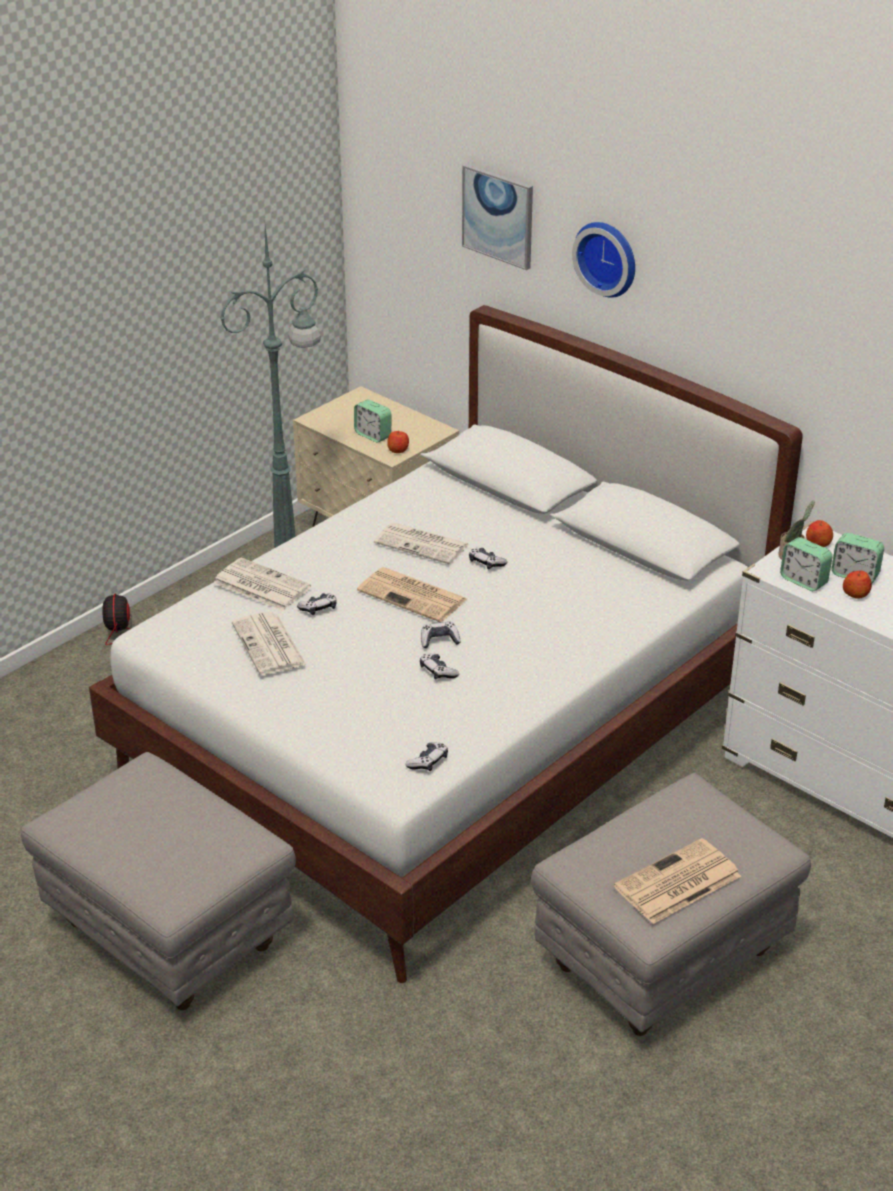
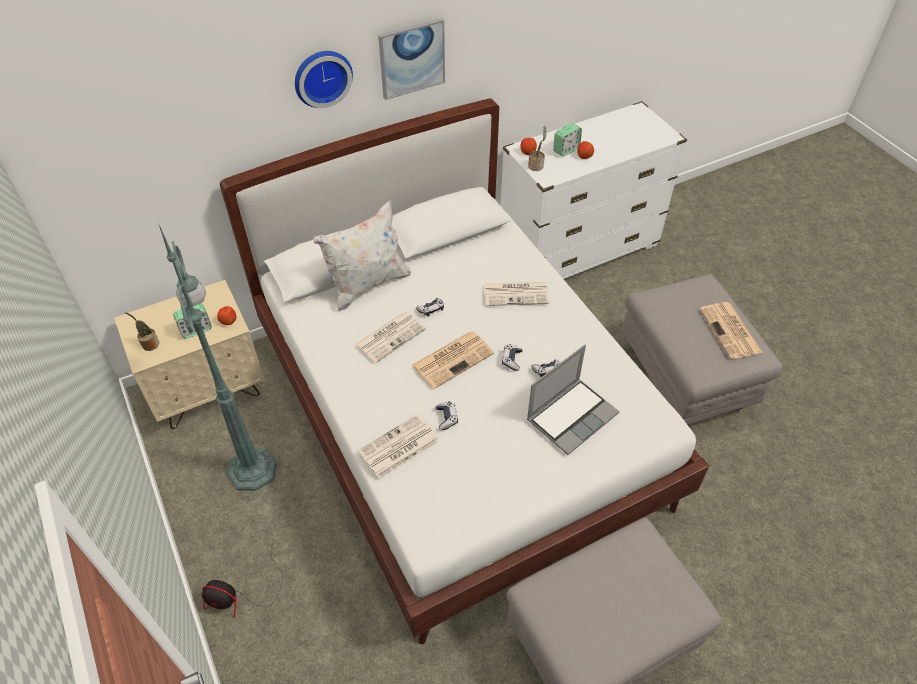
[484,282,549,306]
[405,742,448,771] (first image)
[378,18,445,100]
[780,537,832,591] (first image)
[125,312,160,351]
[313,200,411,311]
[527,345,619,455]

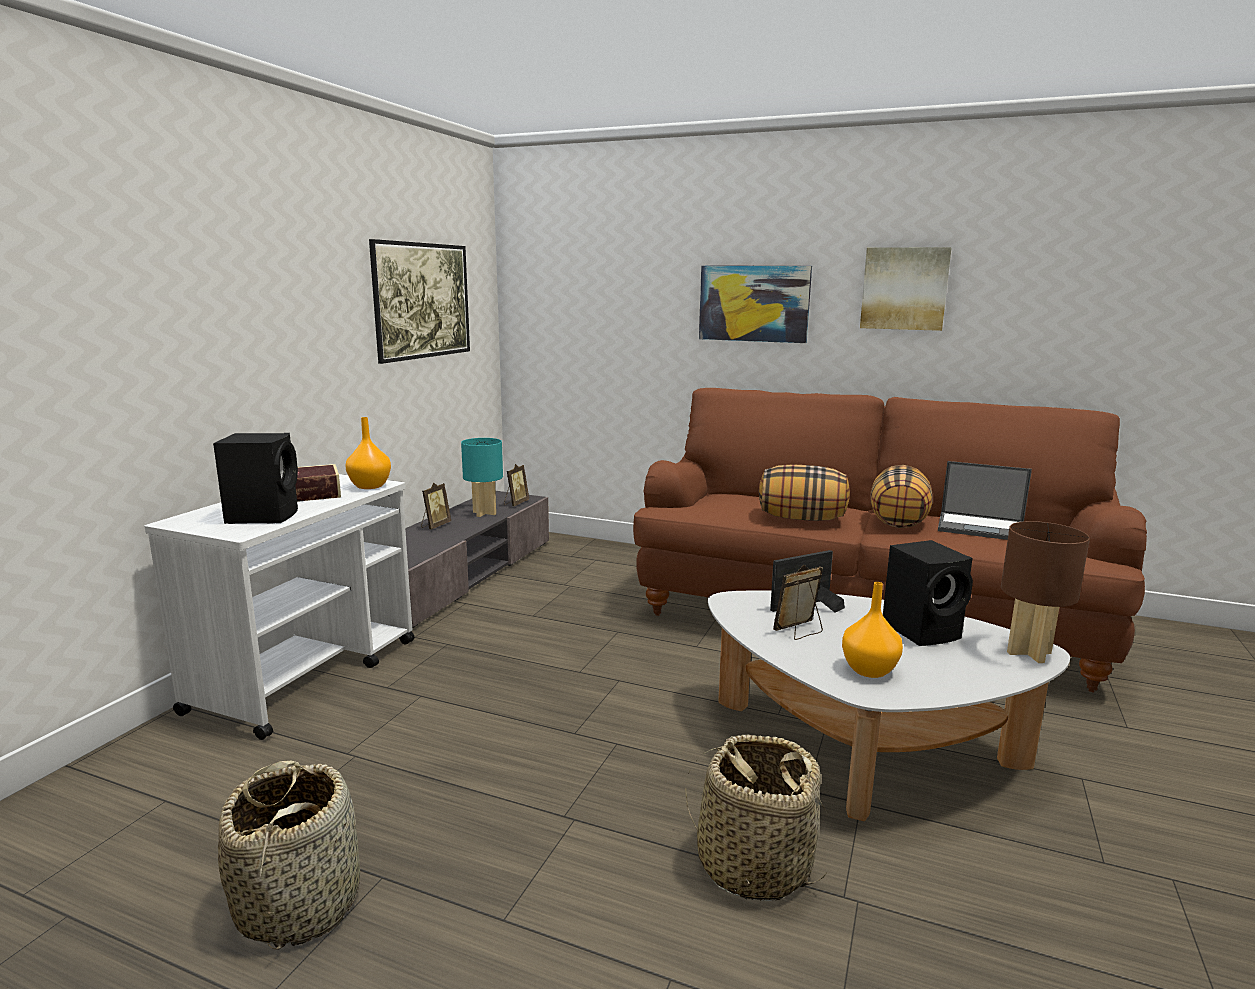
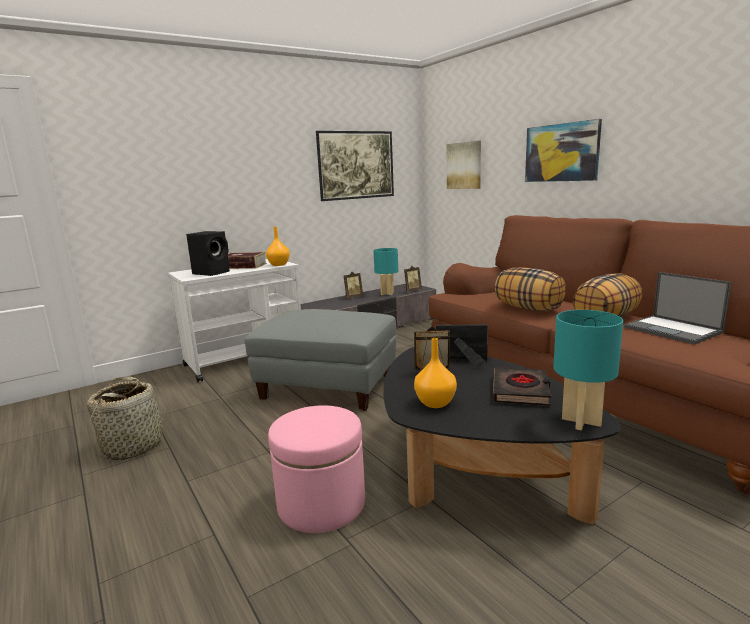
[268,405,365,533]
[383,347,621,524]
[446,141,481,189]
[493,367,551,406]
[553,310,623,430]
[245,309,396,411]

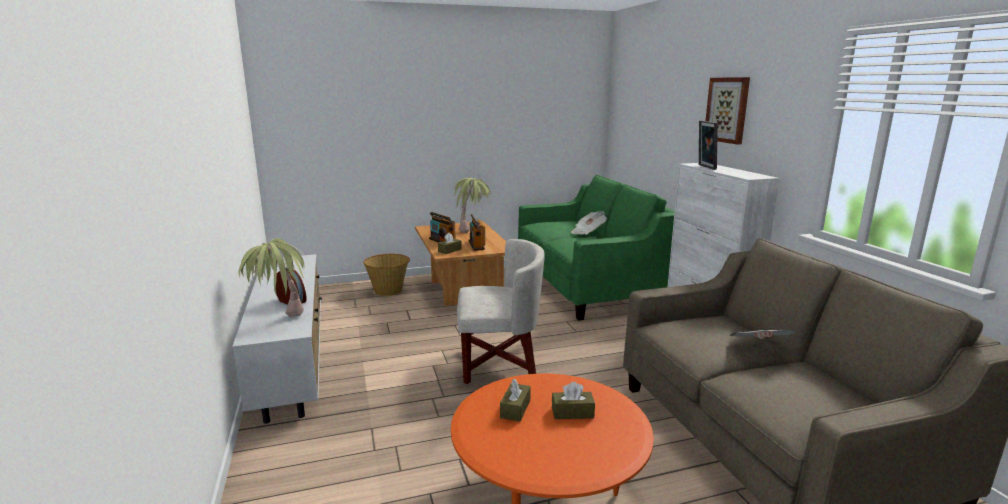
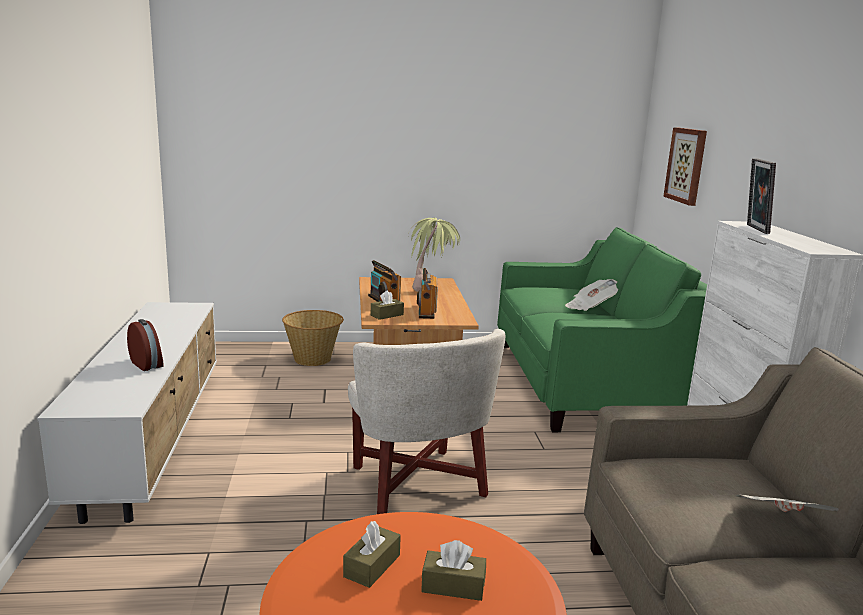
[239,238,308,317] (first image)
[348,329,505,514]
[663,127,707,206]

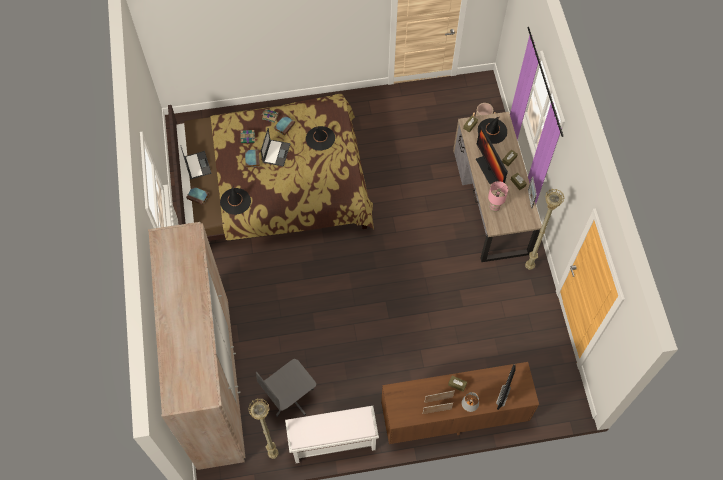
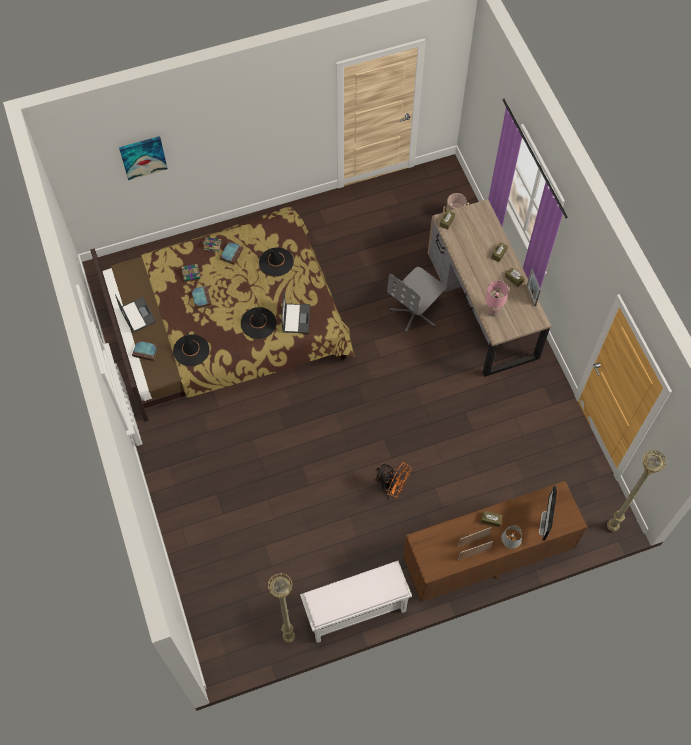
[148,222,245,470] (first image)
[387,267,446,333]
[281,291,310,333]
[476,126,508,184] (first image)
[241,307,276,339]
[607,450,667,532]
[119,136,168,180]
[375,462,412,499]

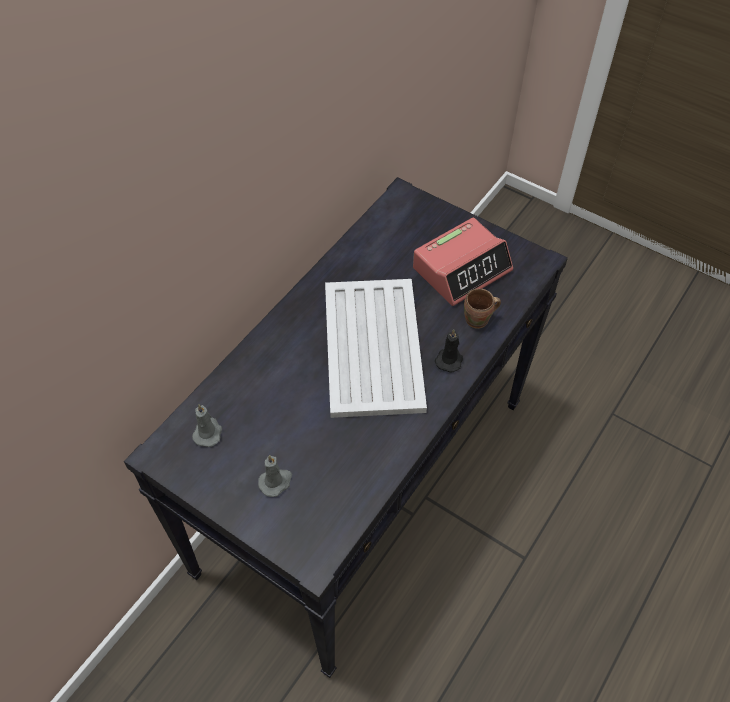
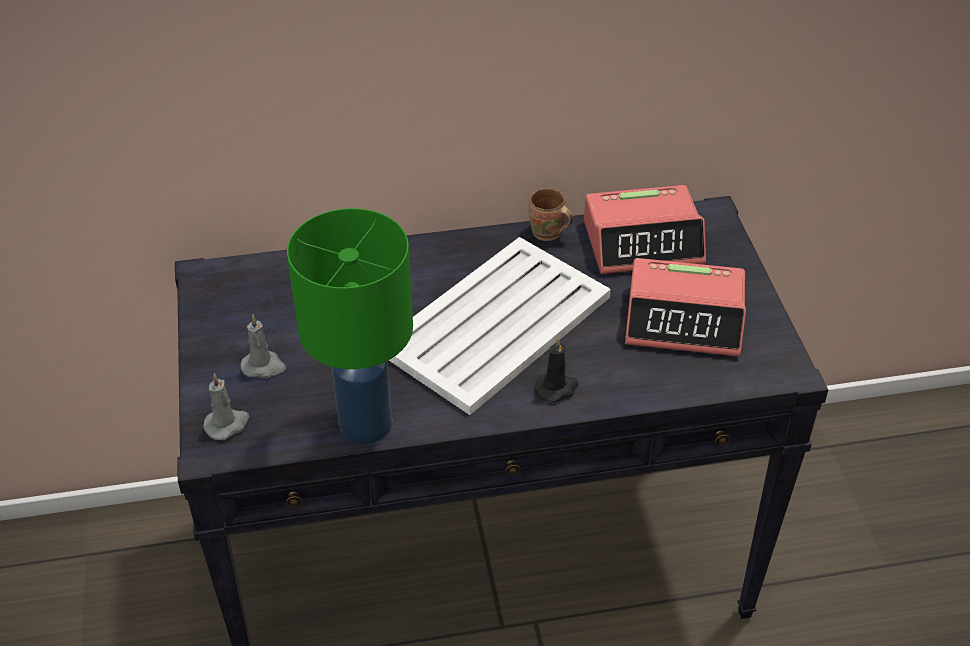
[203,373,249,440]
[529,188,573,241]
[287,208,413,444]
[584,185,706,274]

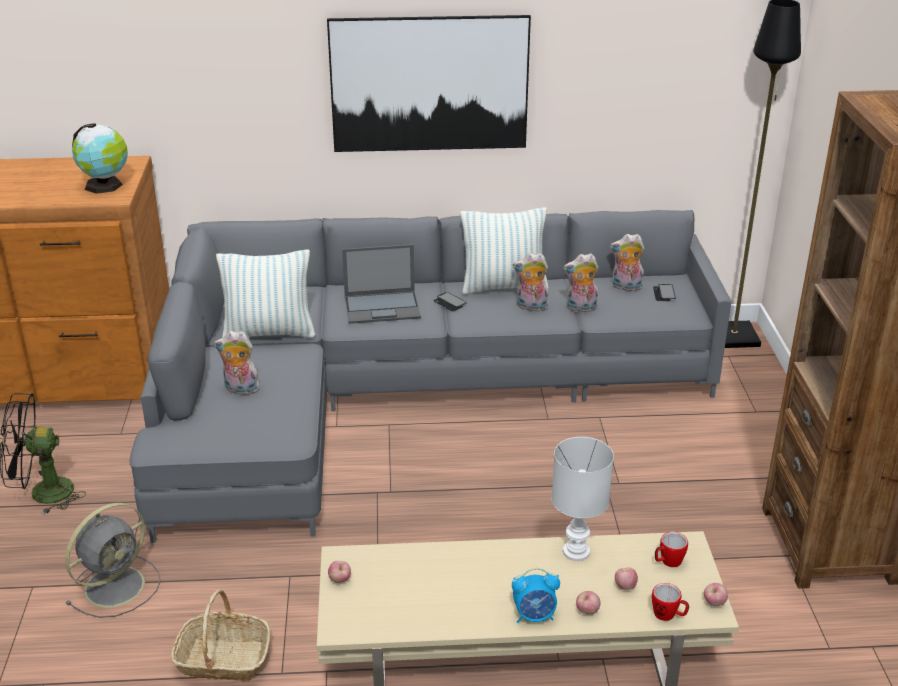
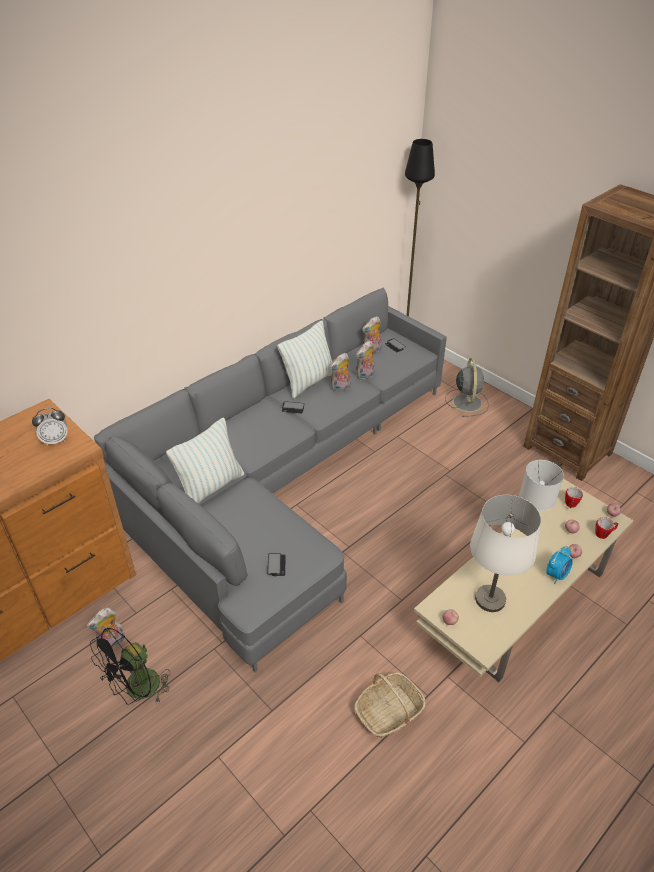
[445,358,489,417]
[32,408,68,446]
[86,608,125,646]
[327,15,531,152] (first image)
[342,244,421,324] (first image)
[267,553,286,576]
[470,495,541,612]

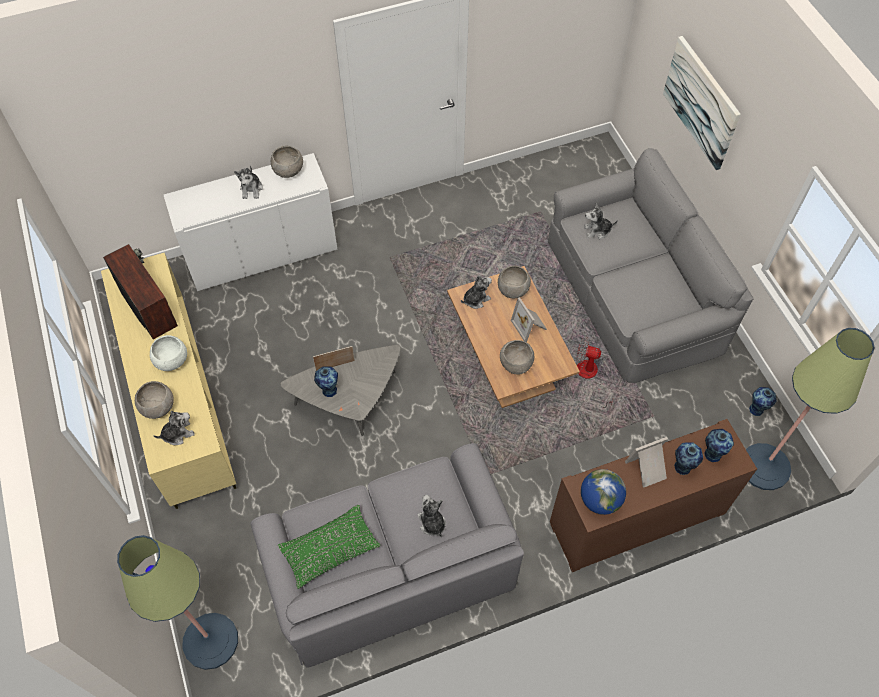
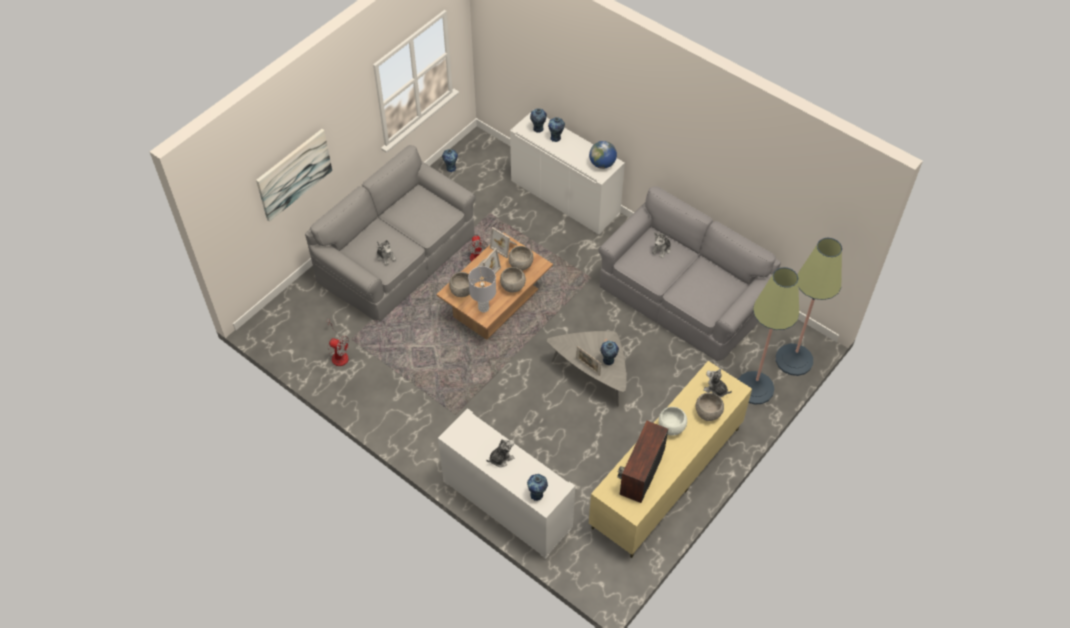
[500,267,526,293]
[278,504,380,589] (first image)
[468,266,496,313]
[510,112,625,235]
[490,227,517,258]
[738,267,799,405]
[327,318,349,366]
[527,474,548,501]

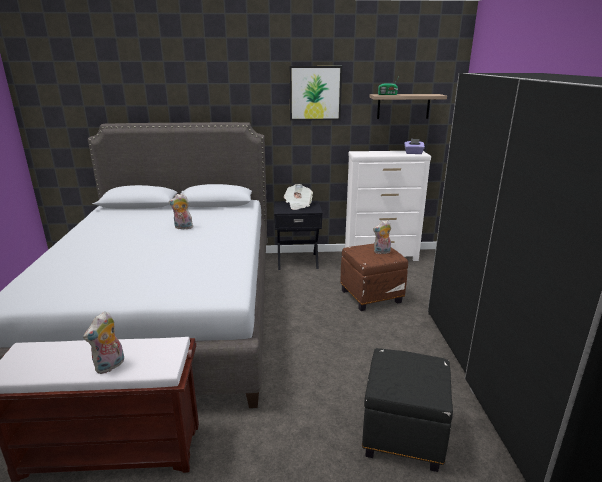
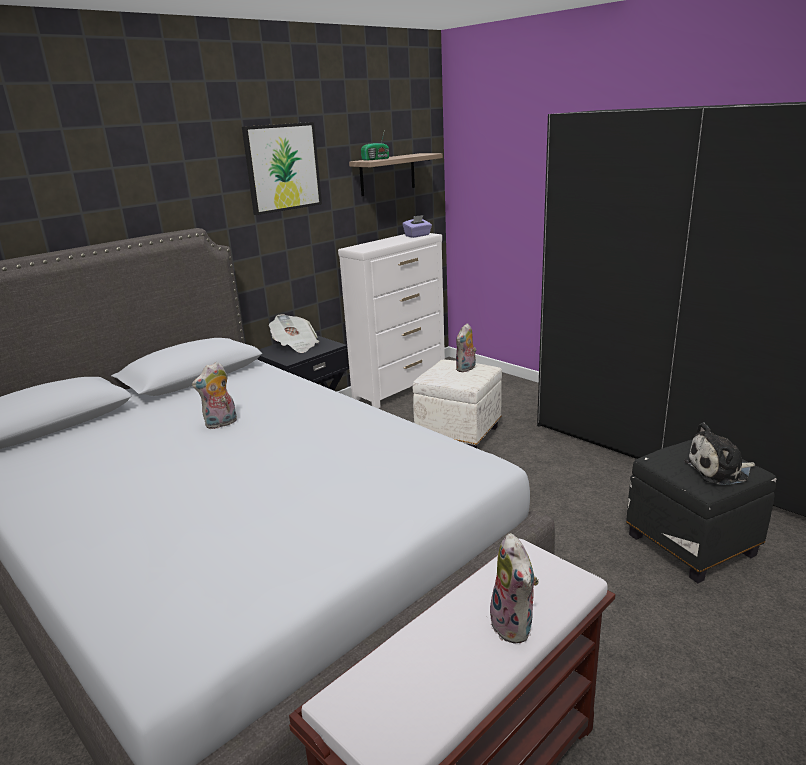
[413,359,502,448]
[684,422,755,485]

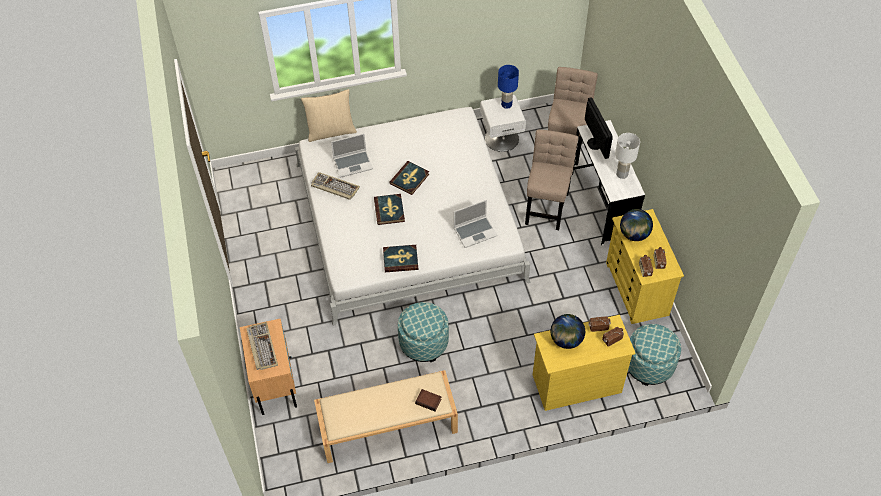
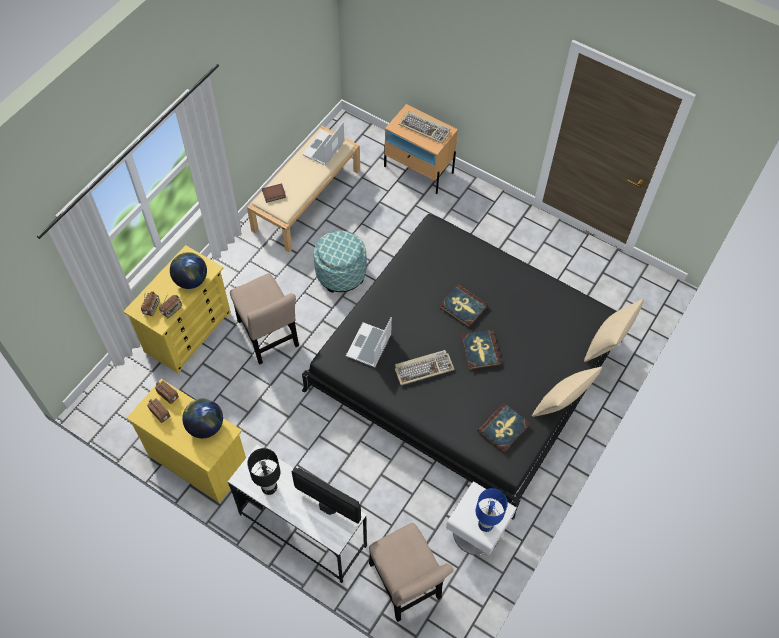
[302,214,623,520]
[395,350,455,385]
[302,122,345,166]
[478,403,530,453]
[230,273,299,365]
[247,448,280,495]
[628,324,681,386] (first image)
[532,367,602,417]

